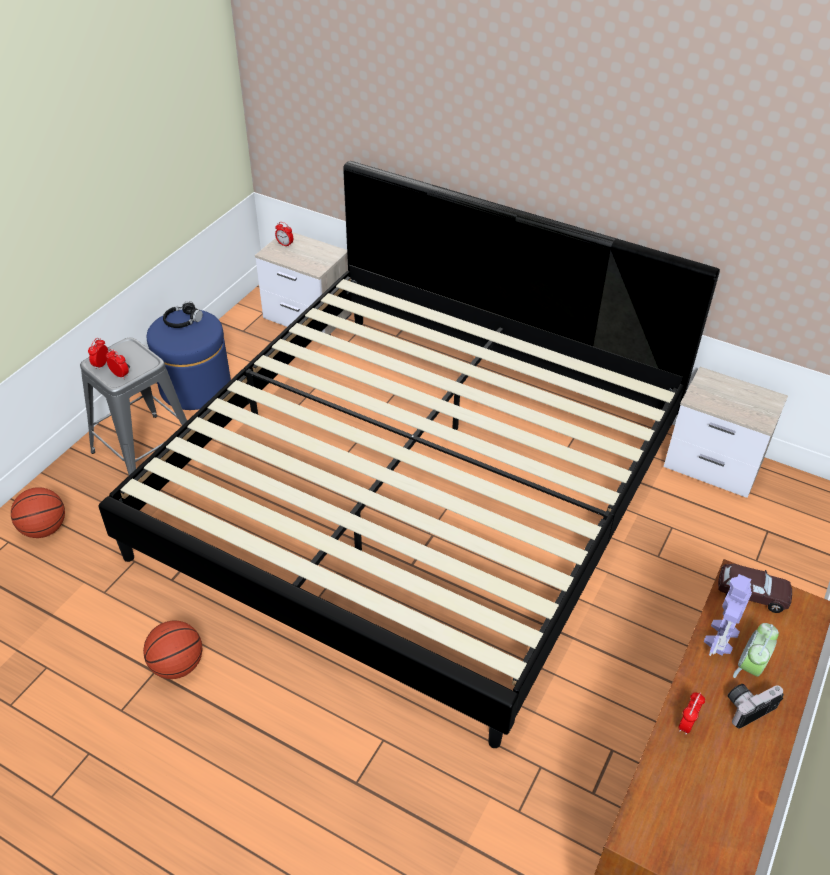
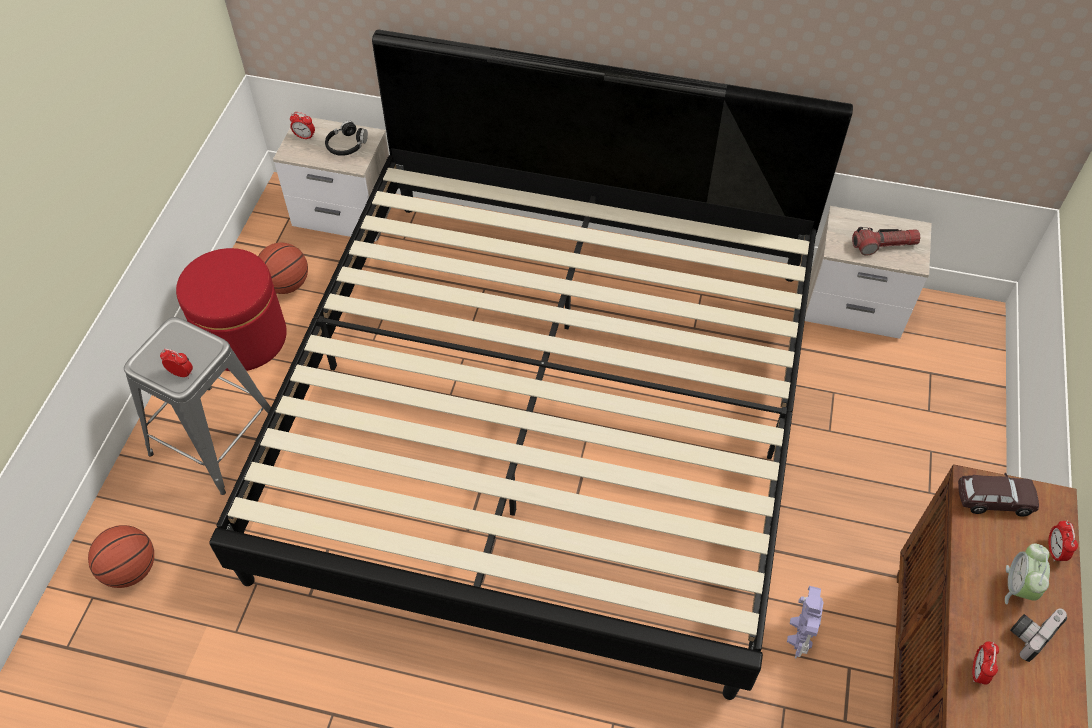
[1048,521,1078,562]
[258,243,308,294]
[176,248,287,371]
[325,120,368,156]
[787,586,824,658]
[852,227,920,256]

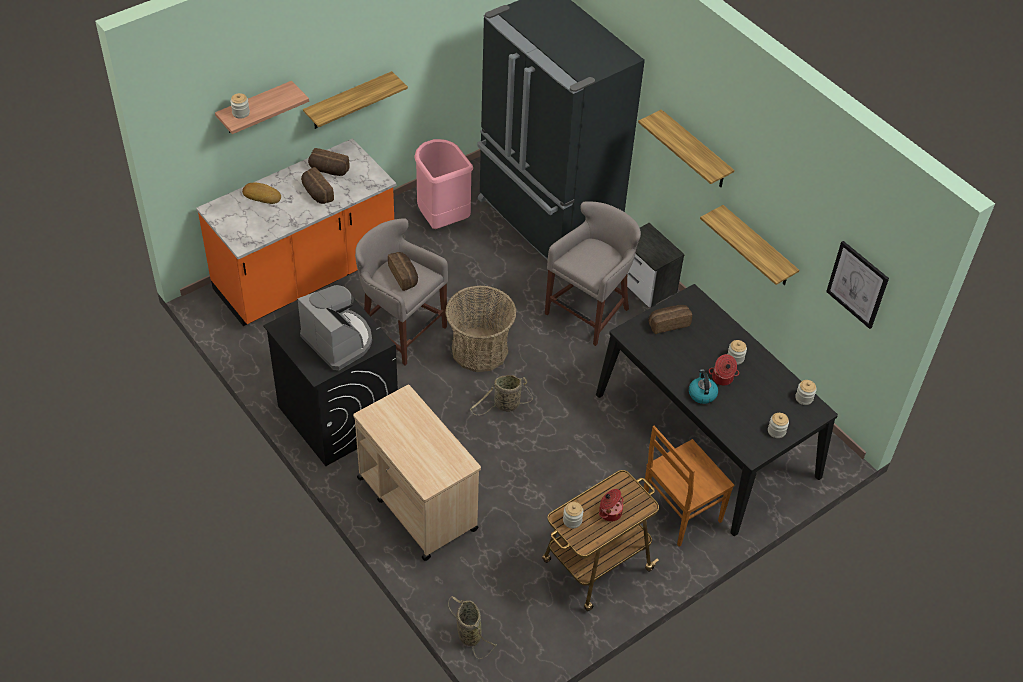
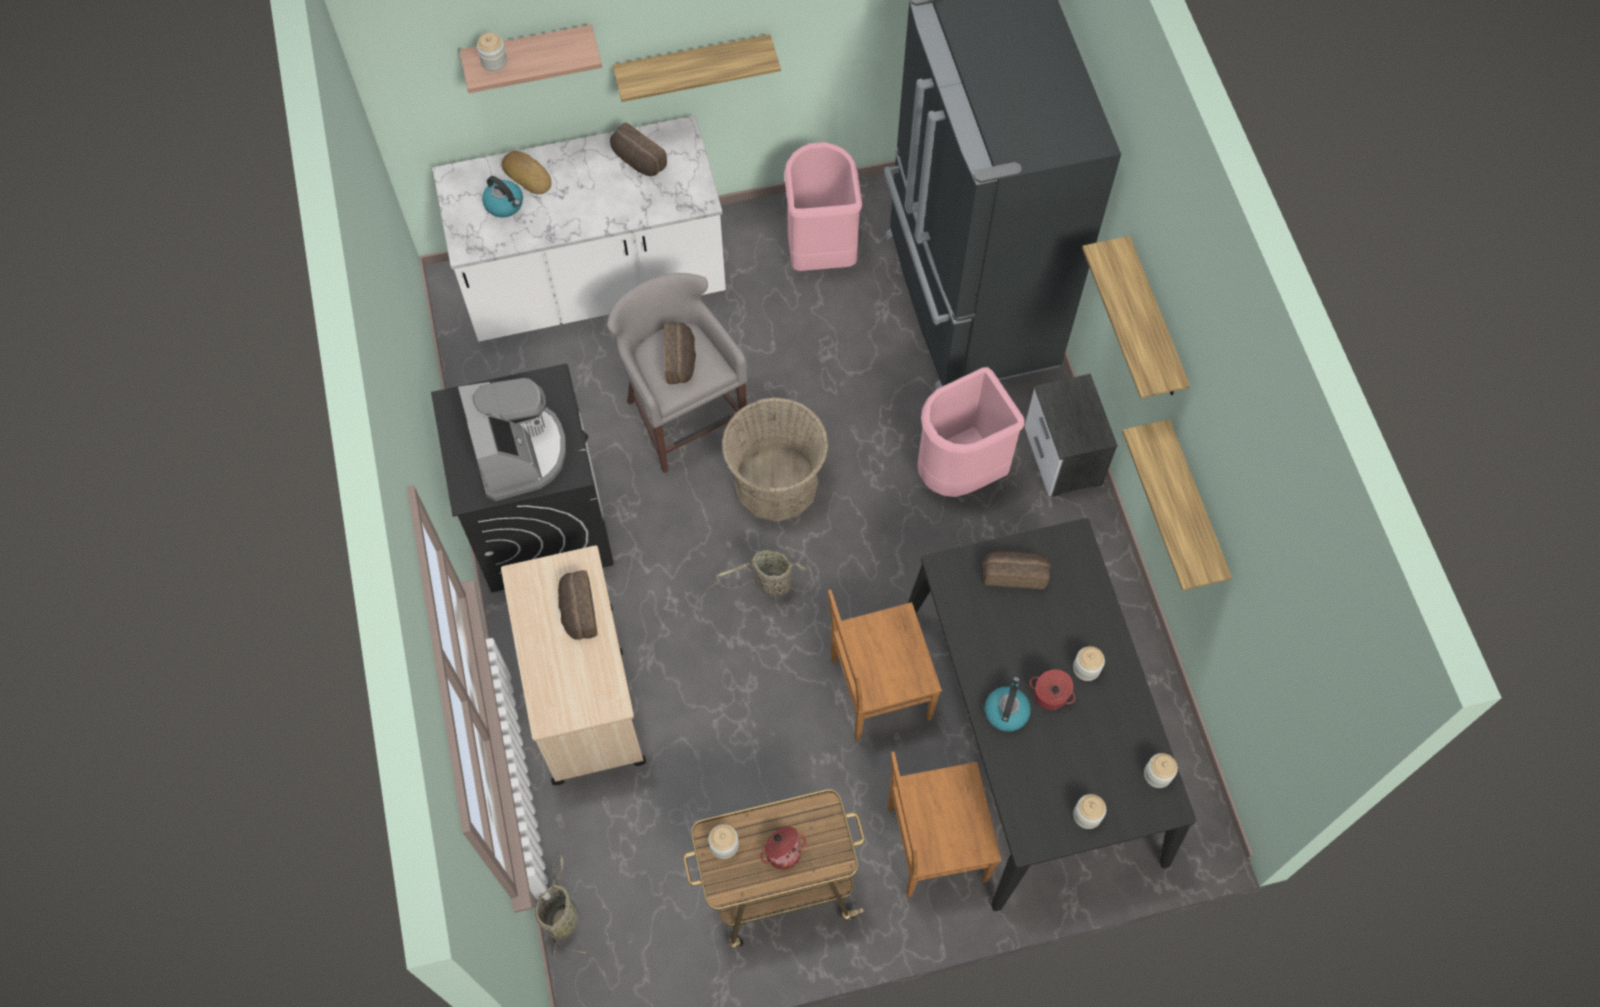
[432,116,726,342]
[558,570,598,640]
[917,367,1025,497]
[826,241,889,329] (first image)
[482,176,523,218]
[828,590,942,740]

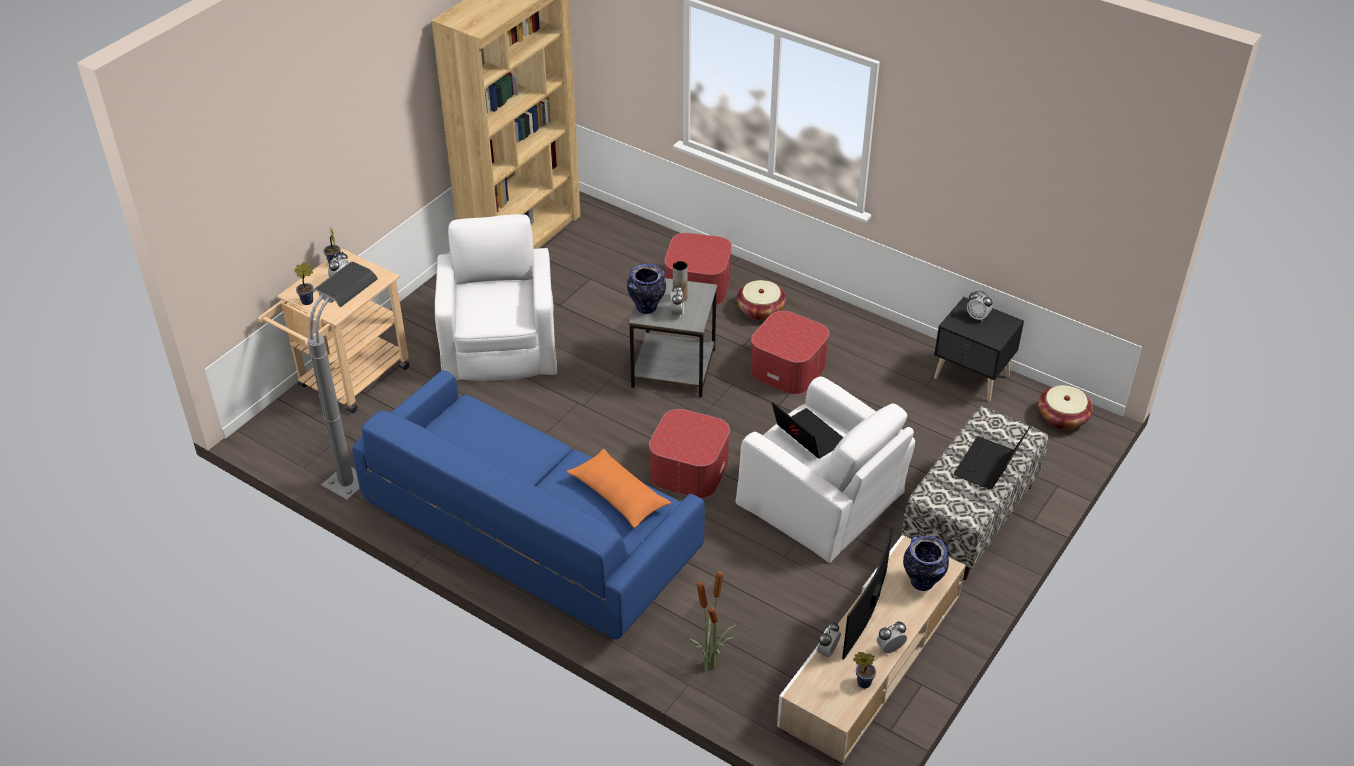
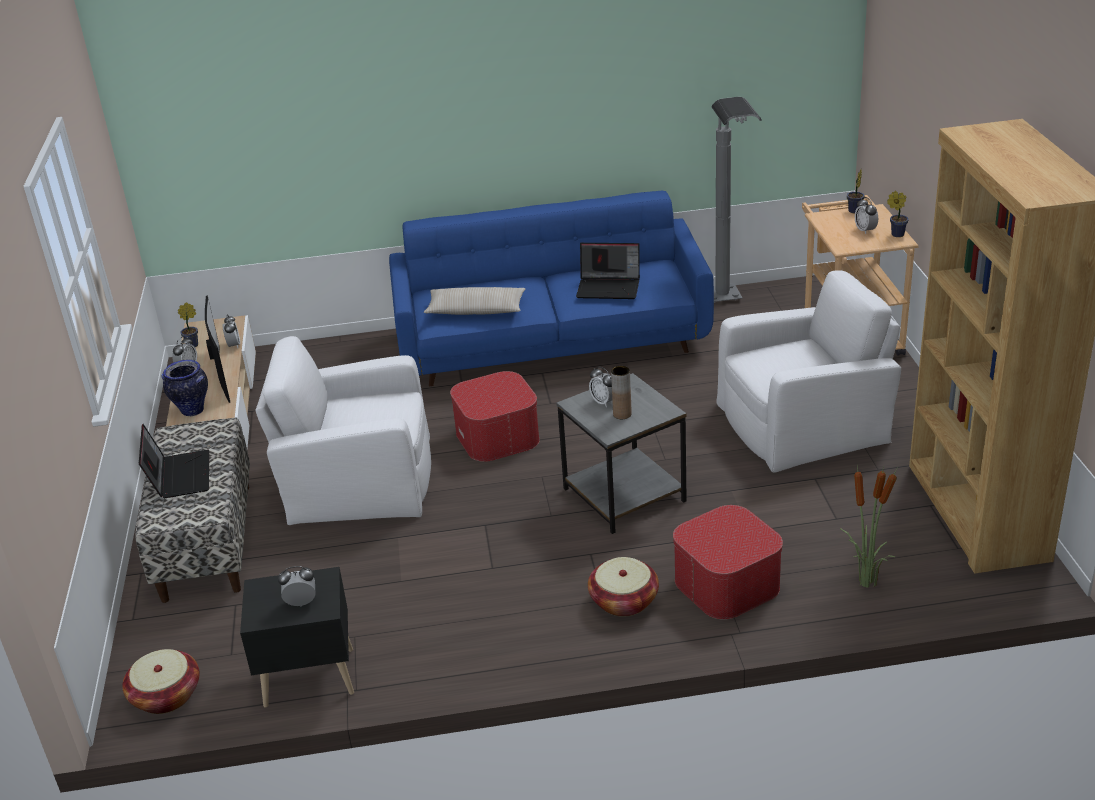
[717,270,901,473]
[424,287,526,315]
[627,264,666,314] (first image)
[840,465,897,588]
[750,311,829,394] (first image)
[576,243,640,299]

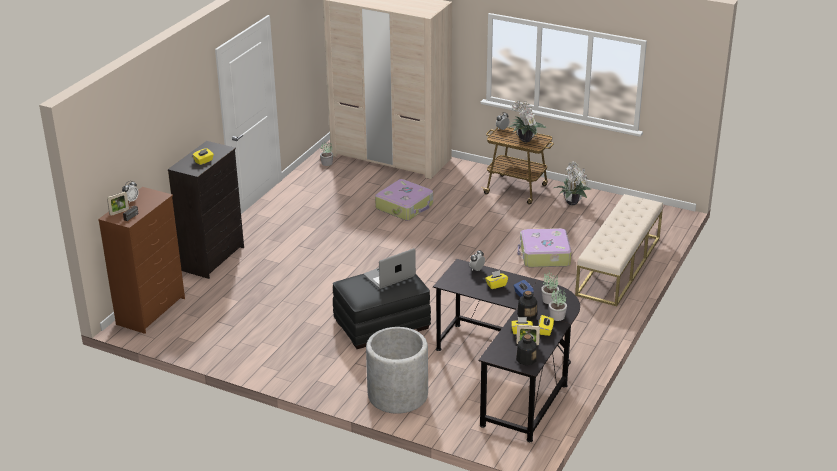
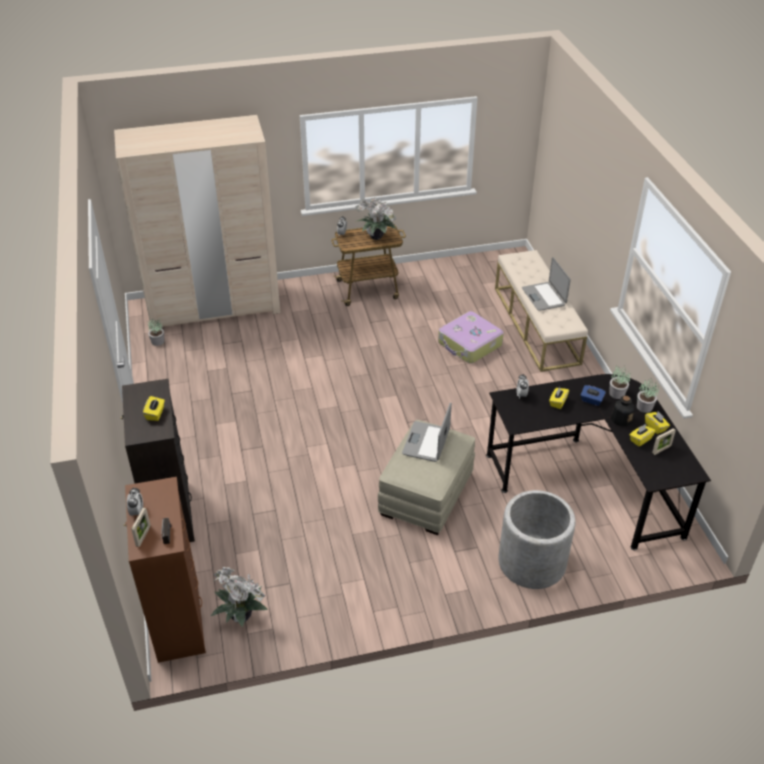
[378,420,475,535]
[375,179,433,221] (first image)
[516,334,537,365] (first image)
[211,567,268,627]
[522,257,571,311]

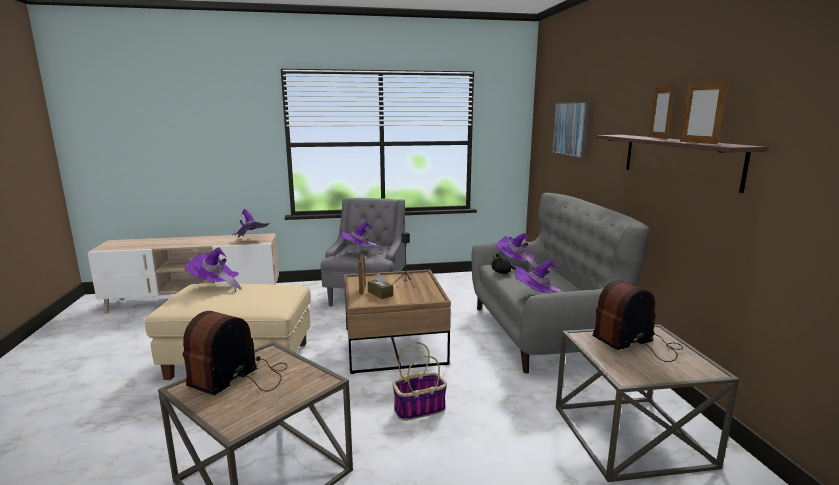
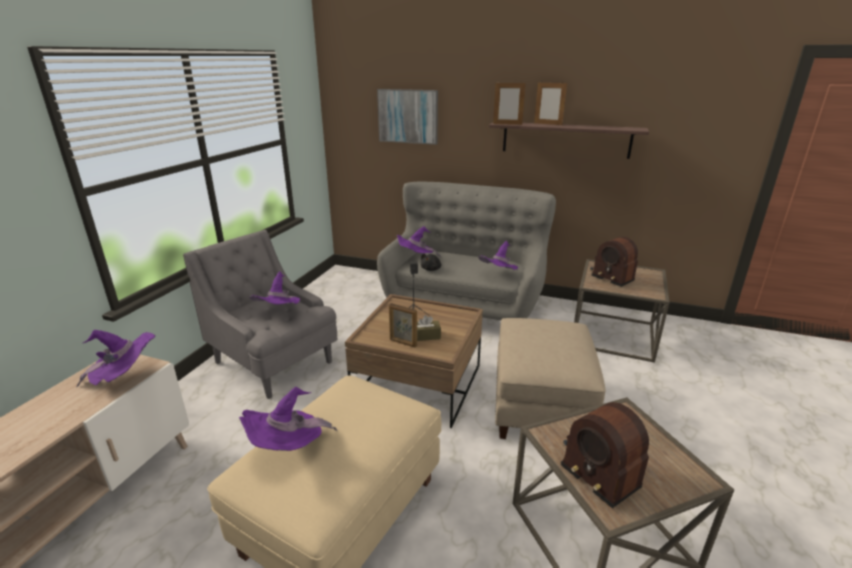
[495,318,606,439]
[590,237,638,287]
[493,81,526,125]

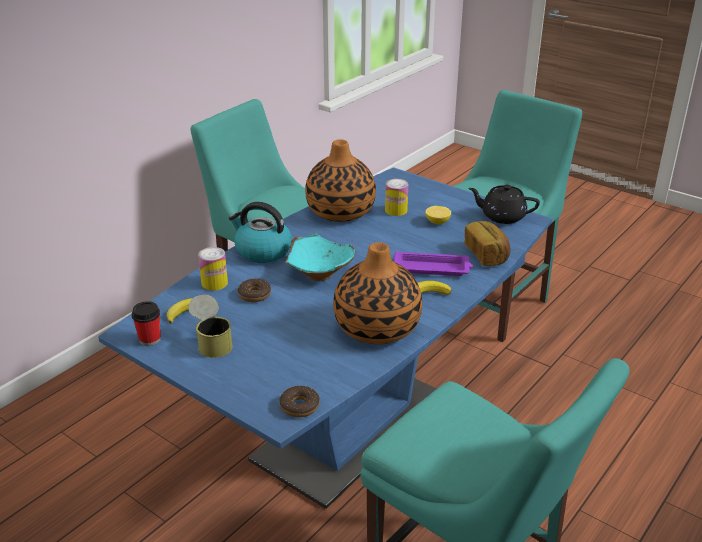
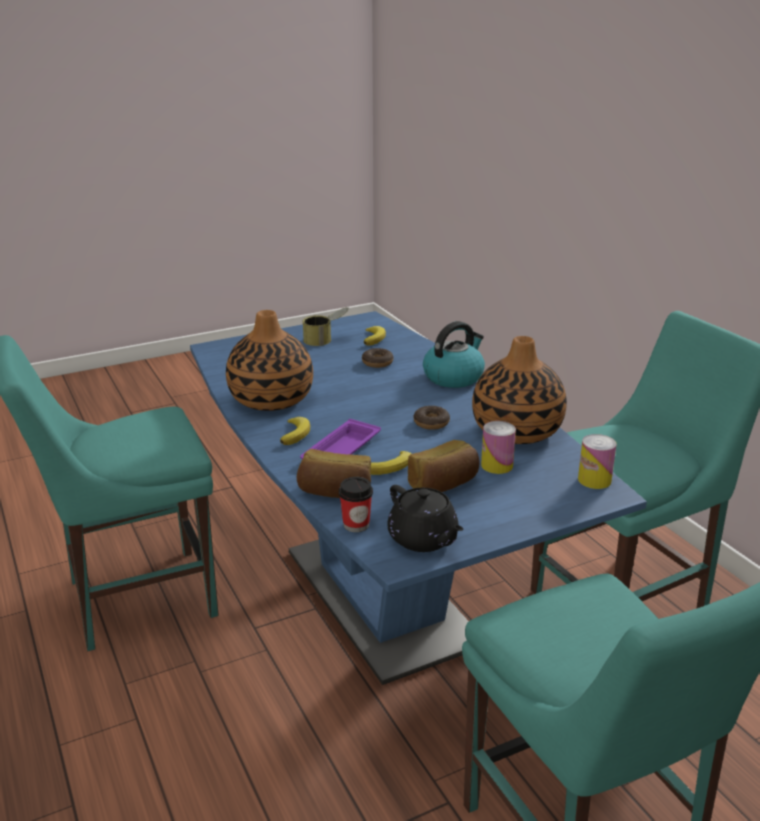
[339,477,373,532]
[578,434,617,489]
[414,406,450,430]
[285,233,355,281] (first image)
[408,440,480,492]
[387,485,464,552]
[370,451,412,475]

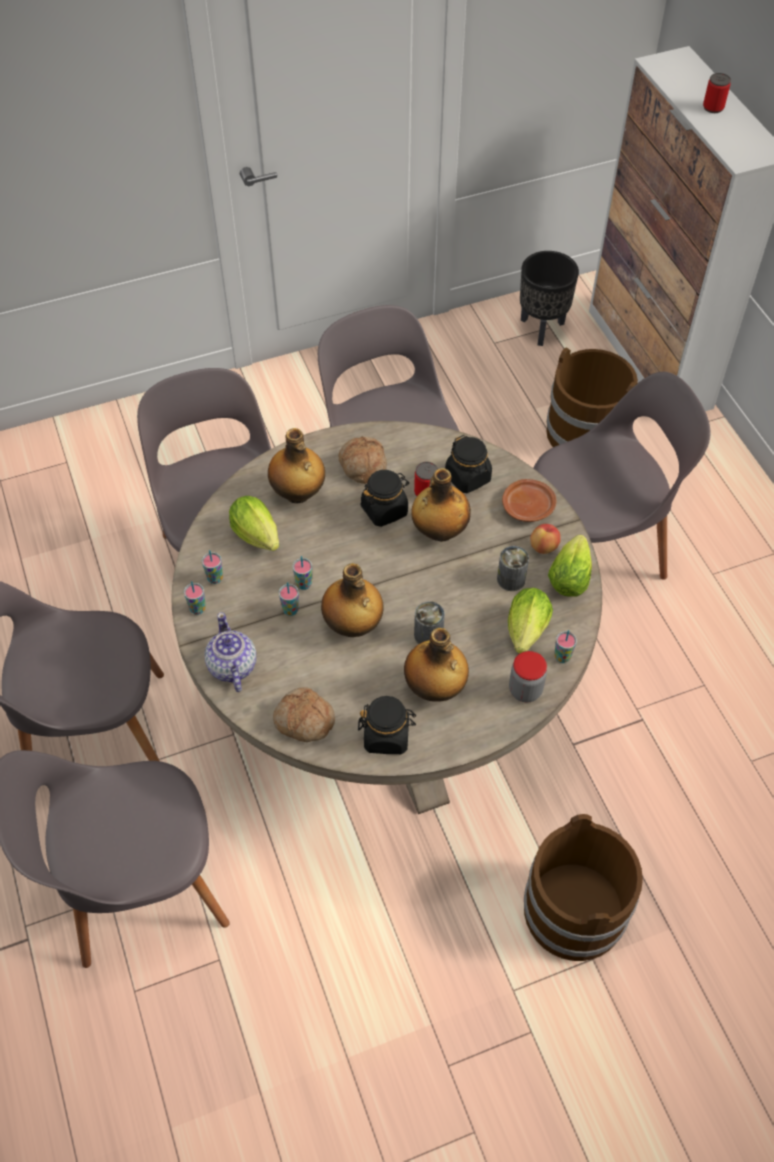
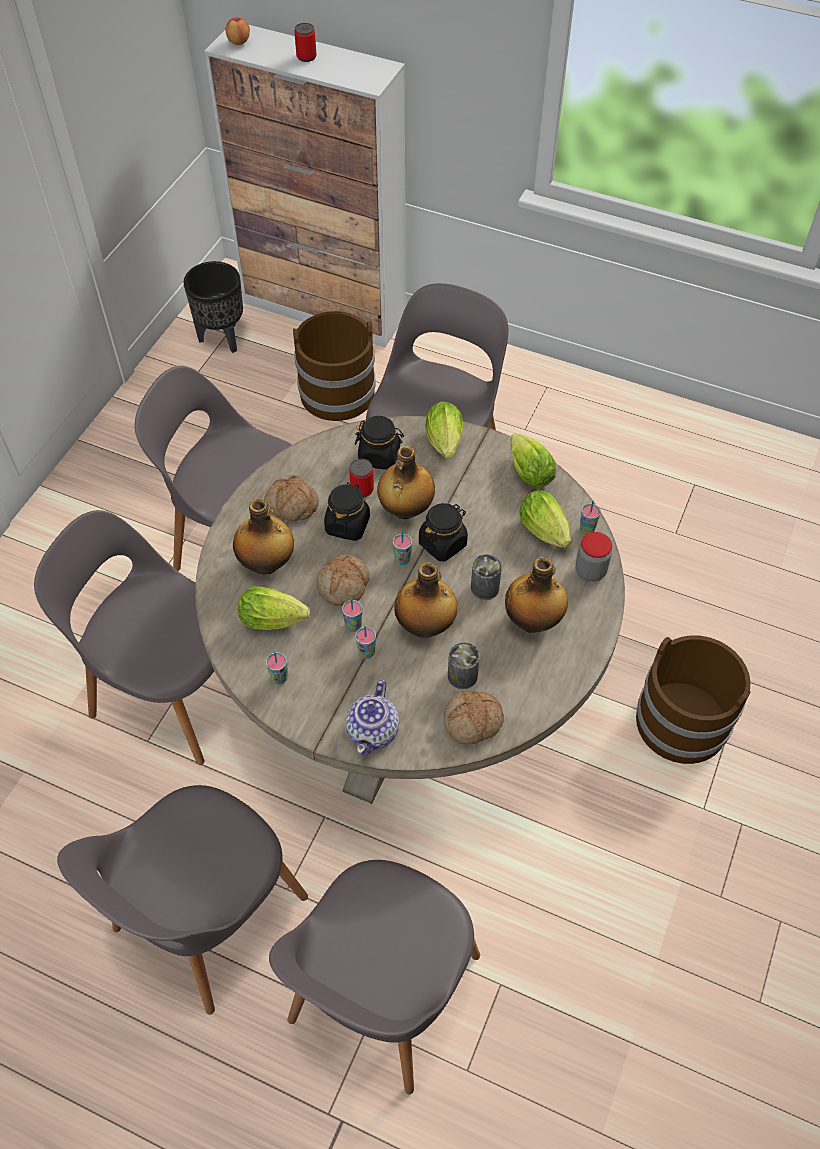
[393,531,412,565]
[345,680,399,755]
[419,503,468,561]
[448,642,480,689]
[425,401,463,459]
[226,17,250,45]
[316,554,369,606]

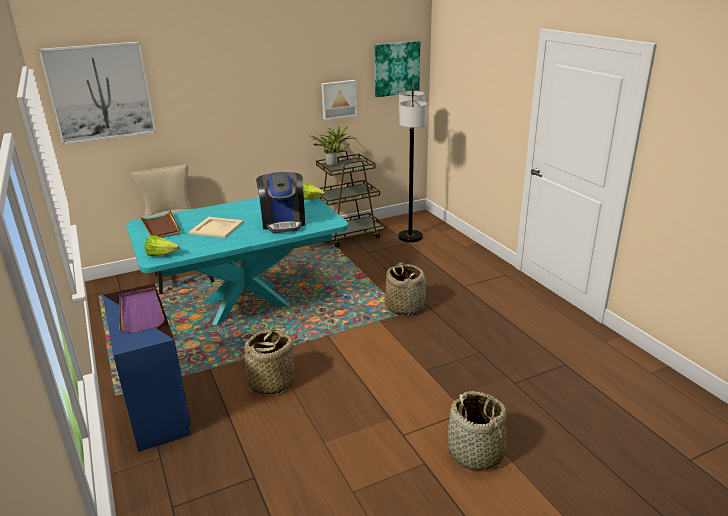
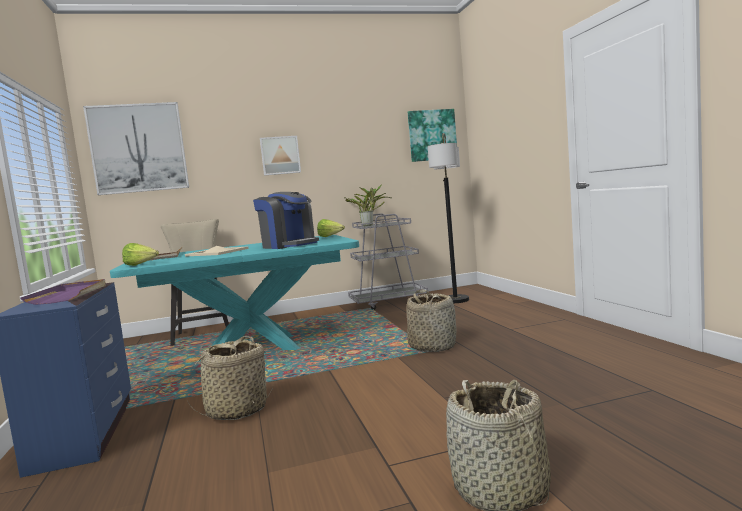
[253,192,319,249]
[348,213,428,310]
[260,136,301,176]

